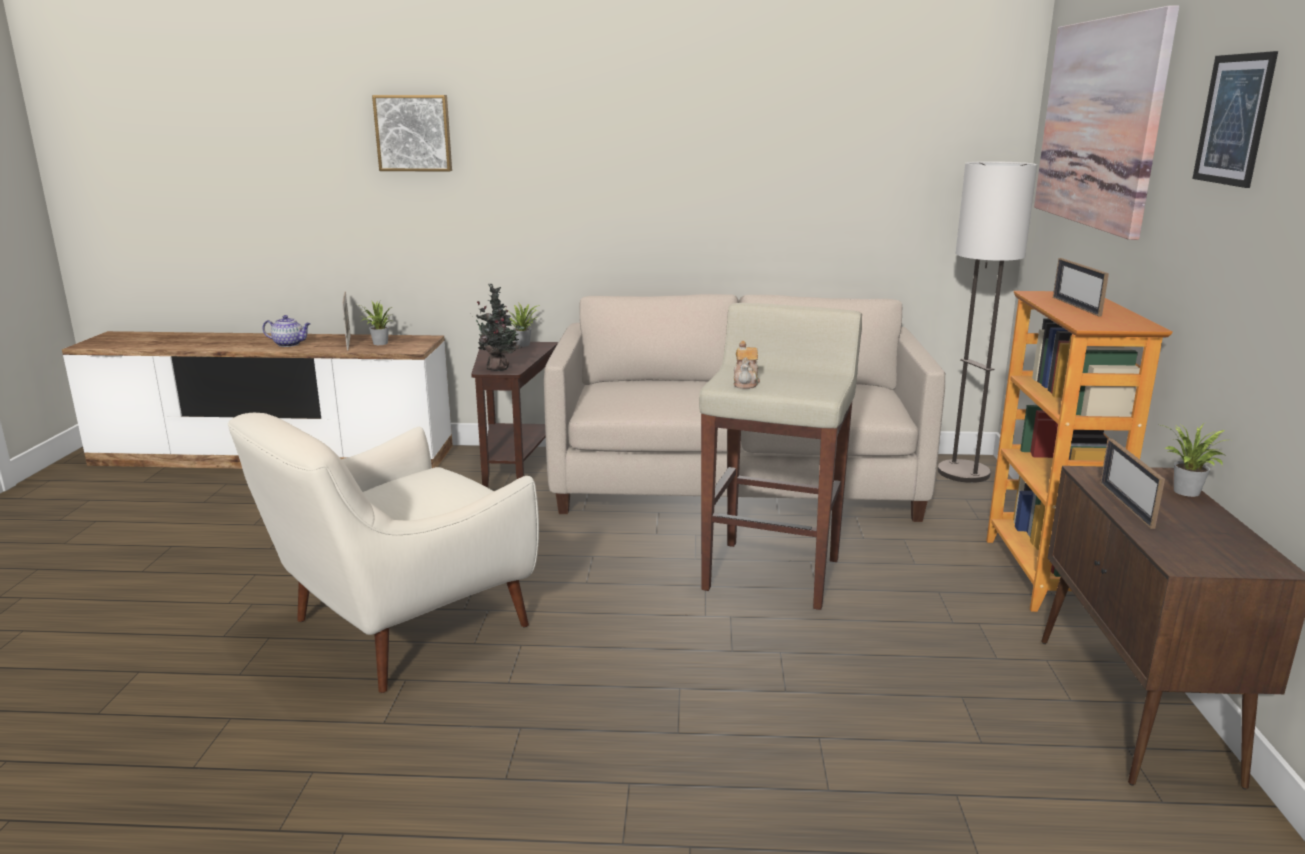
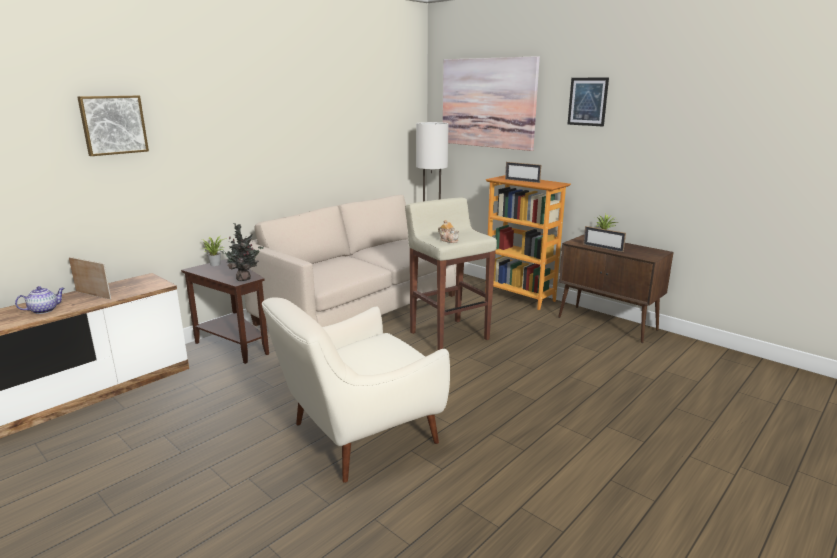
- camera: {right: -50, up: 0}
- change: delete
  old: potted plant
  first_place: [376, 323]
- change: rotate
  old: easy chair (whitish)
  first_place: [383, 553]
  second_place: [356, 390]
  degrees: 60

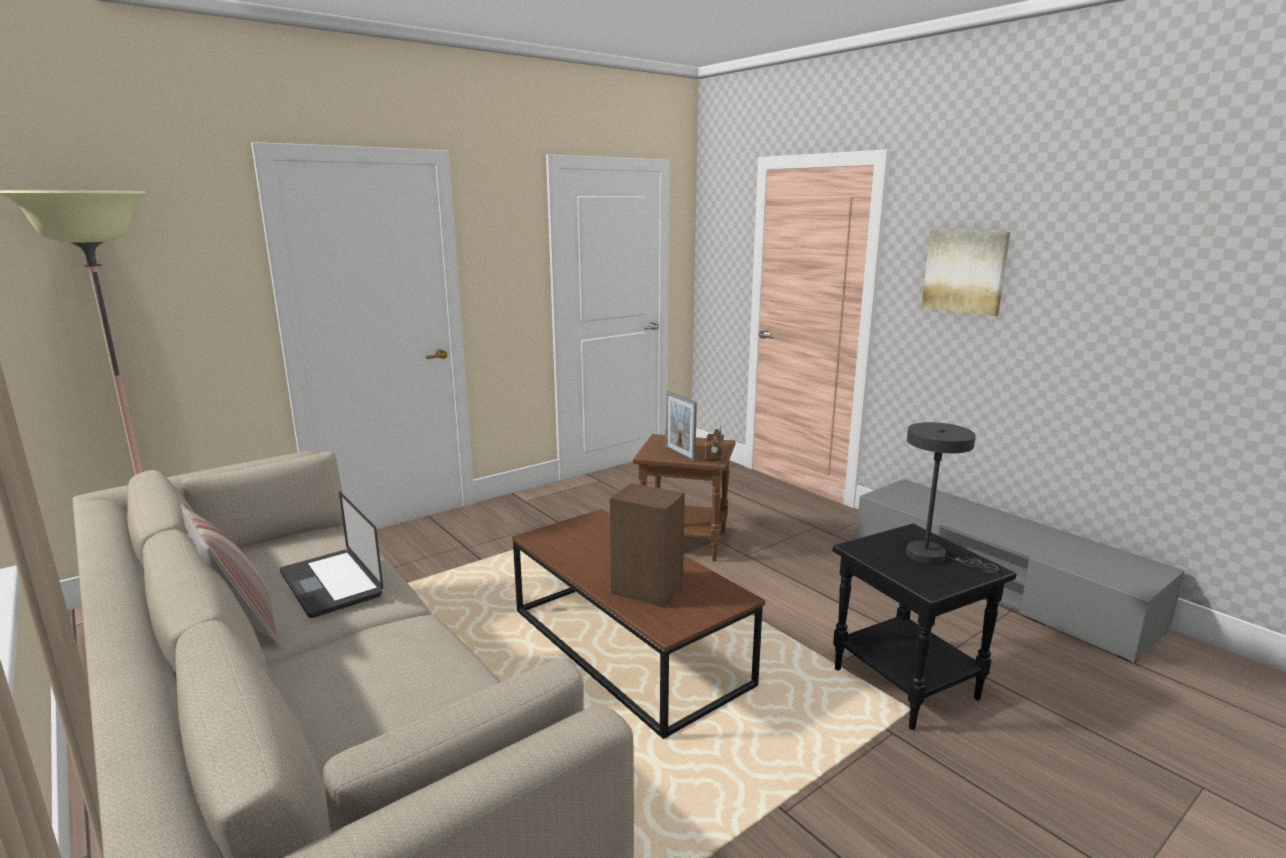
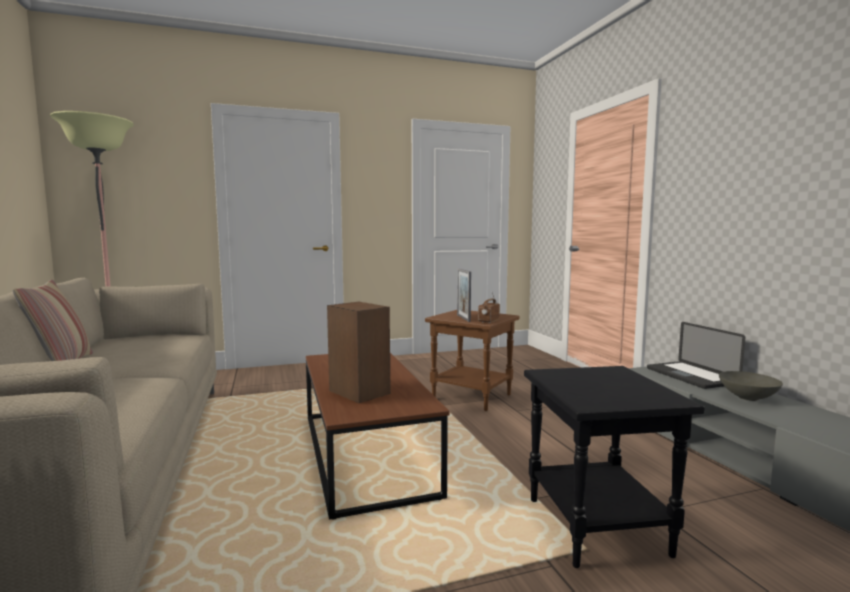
- camera: {right: 20, up: -10}
- change: delete
  old: wall picture
  first_place: [966, 273]
- change: delete
  old: lamp for a table (grey)
  first_place: [952, 497]
- change: move
  old: laptop
  first_place: [331, 554]
  second_place: [696, 355]
- change: insert
  new: bowl (grey)
  second_place: [751, 386]

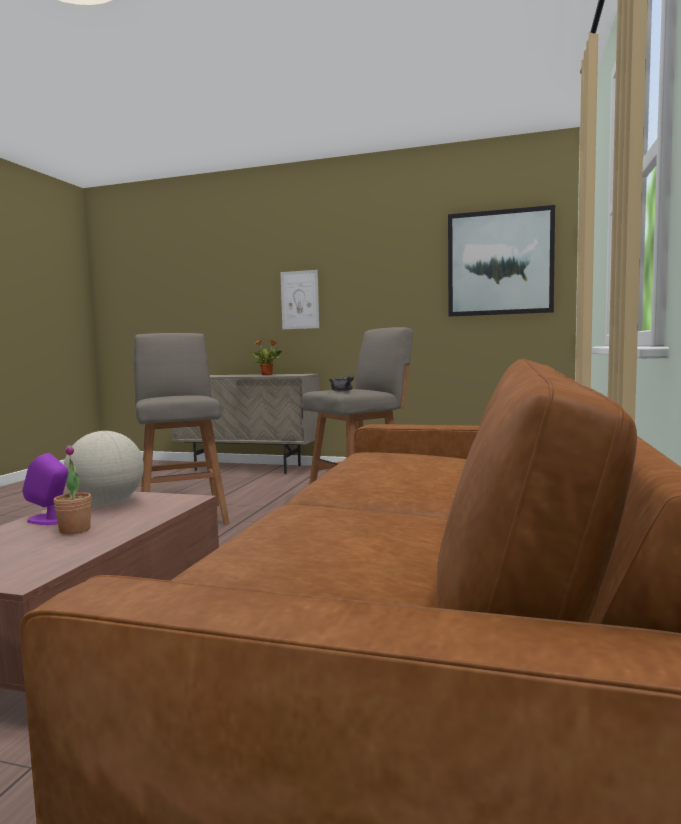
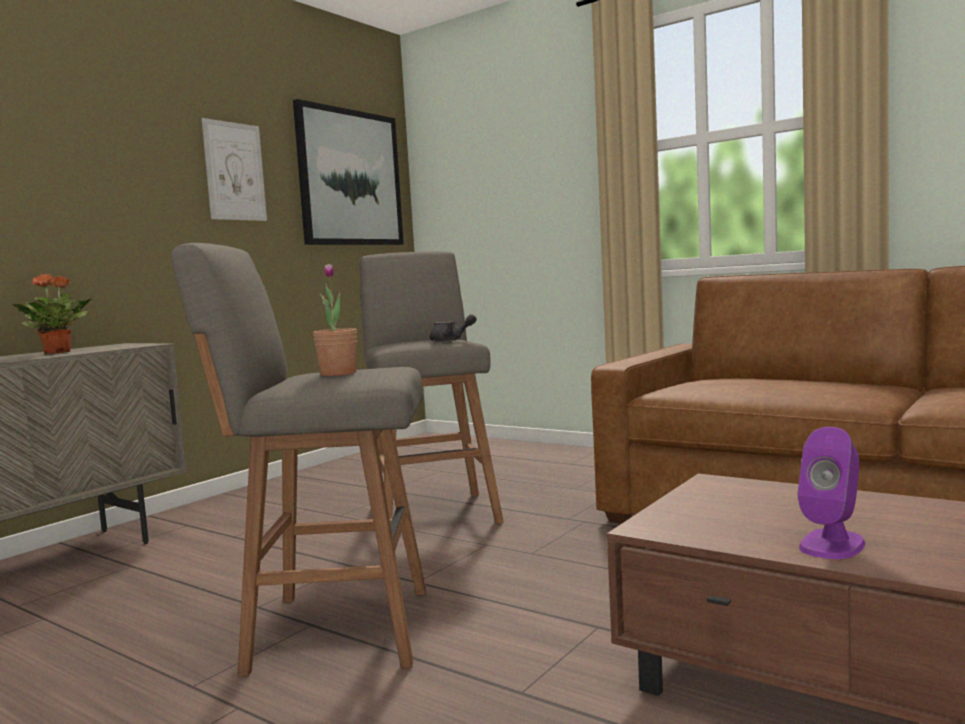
- camera: {right: -70, up: 0}
- change: move
  old: wall picture
  first_place: [299, 299]
  second_place: [234, 169]
- change: delete
  old: desk globe
  first_place: [104, 468]
- change: move
  old: potted plant
  first_place: [72, 489]
  second_place: [335, 320]

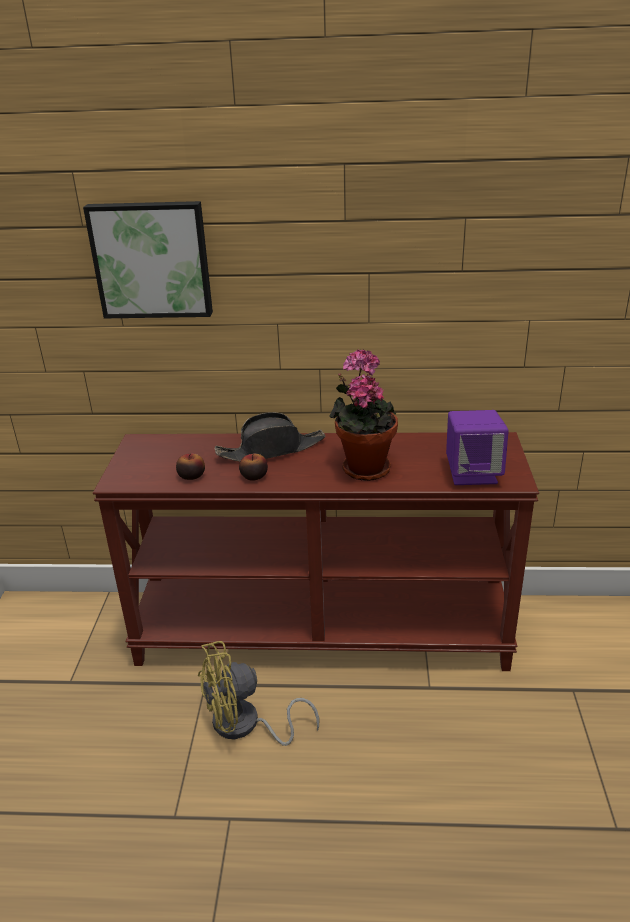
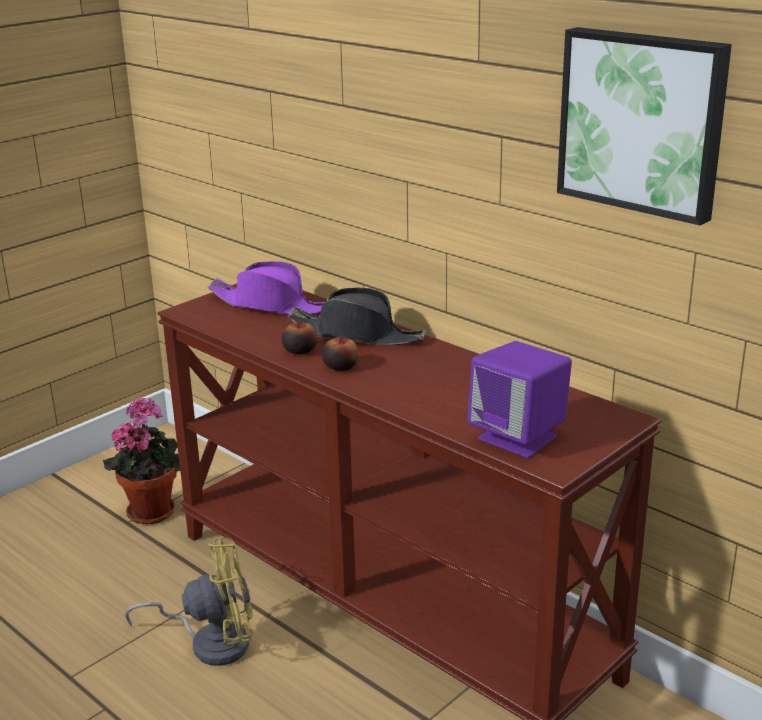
- camera: {right: 40, up: -5}
- change: move
  old: wall picture
  first_place: [148, 259]
  second_place: [644, 126]
- change: move
  old: potted plant
  first_place: [363, 415]
  second_place: [141, 460]
- change: move
  old: whole apple
  first_place: [190, 466]
  second_place: [340, 354]
- change: rotate
  old: cooling fan (yellow-coloured)
  first_place: [258, 693]
  second_place: [189, 601]
  degrees: 150
- change: insert
  new: hat (purple-coloured)
  second_place: [266, 288]

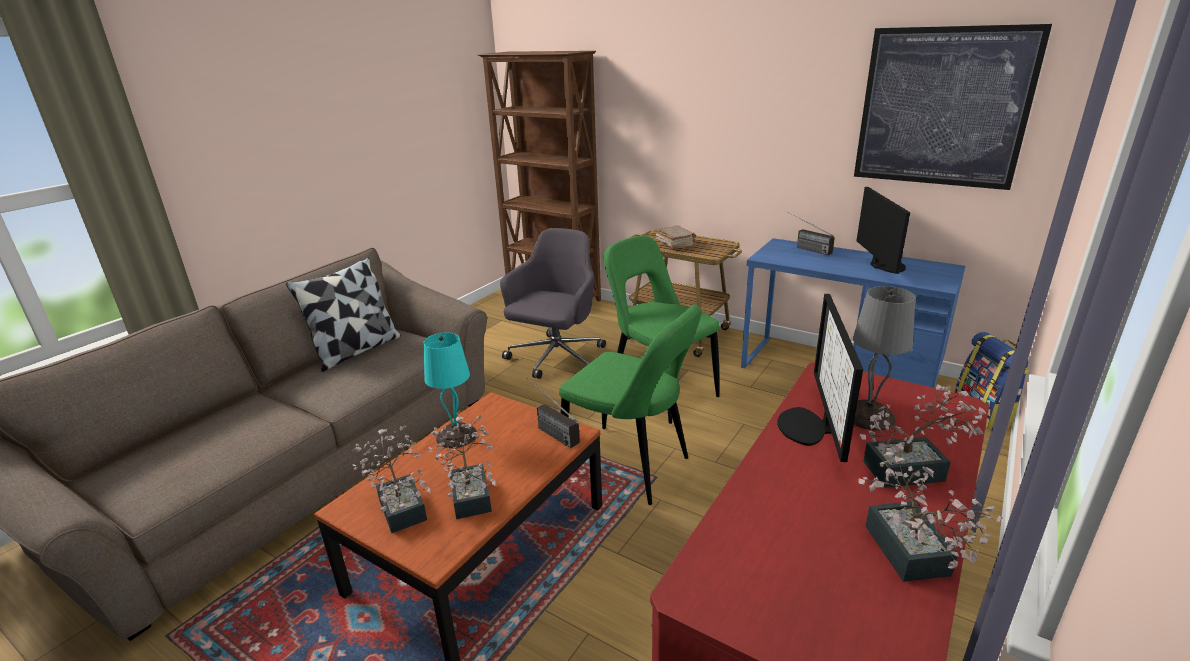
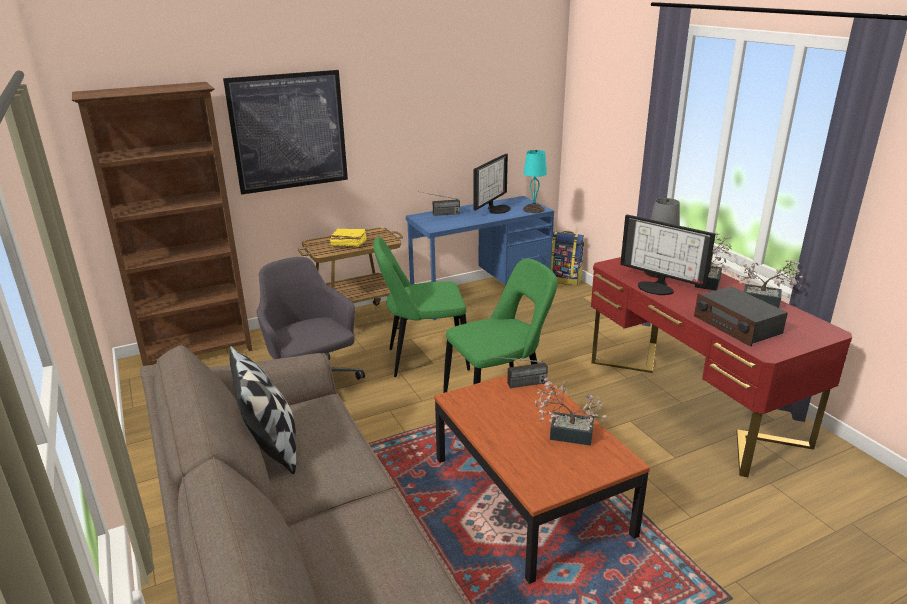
- camera: {right: -60, up: 0}
- change: move
  old: wall picture
  first_place: [953, 107]
  second_place: [285, 132]
- change: rotate
  old: computer screen
  first_place: [883, 230]
  second_place: [491, 184]
  degrees: 90
- change: recolor
  old: book (brown-coloured)
  new: book (yellow-coloured)
  first_place: [676, 237]
  second_place: [348, 237]
- change: move
  old: lamp for a table (turquoise)
  first_place: [450, 390]
  second_place: [535, 181]
- change: delete
  old: potted plant
  first_place: [392, 479]
- change: insert
  new: radio set
  second_place: [741, 316]

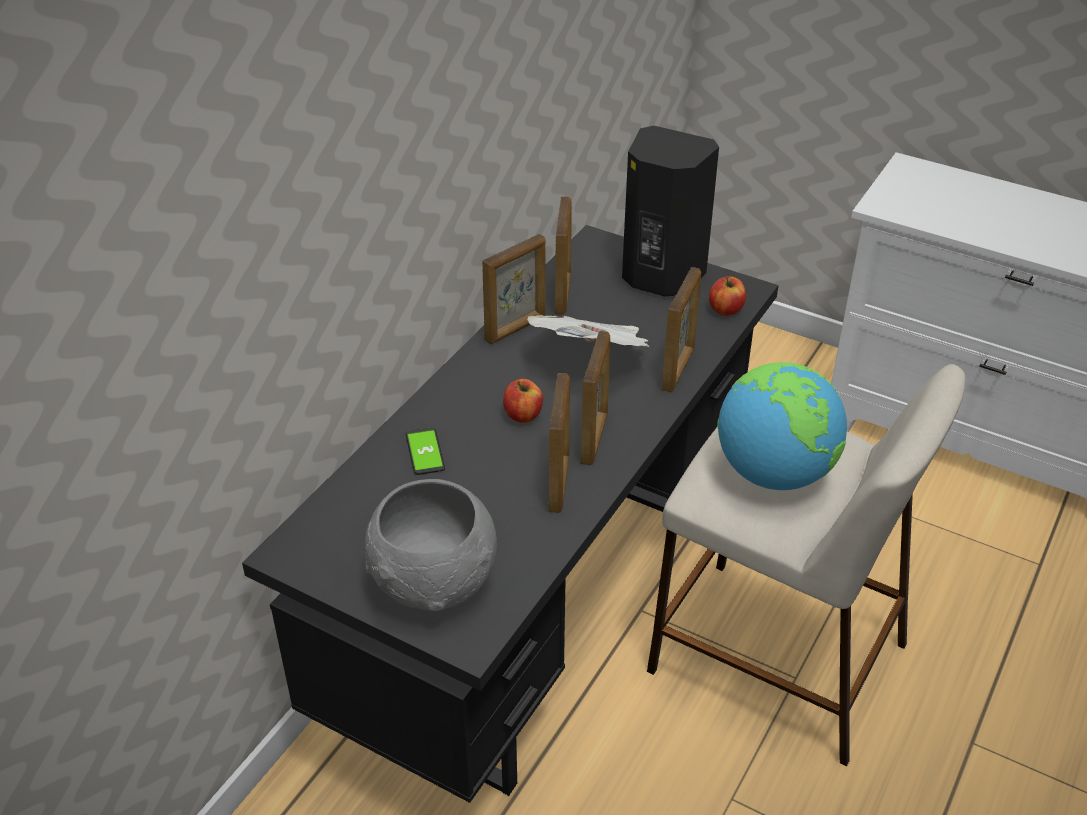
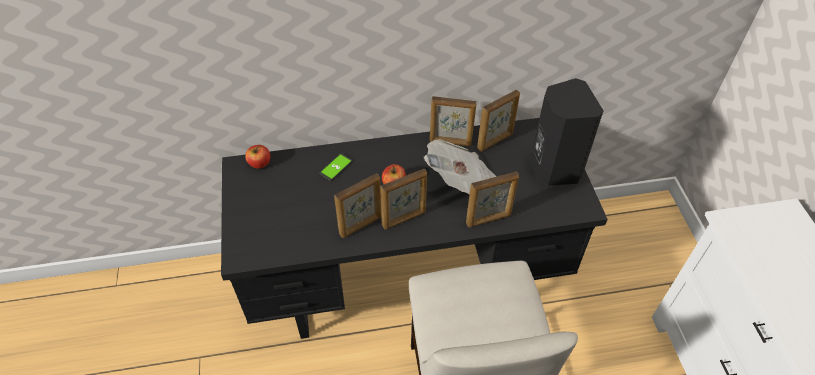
- camera: {right: 50, up: 10}
- change: move
  old: whole apple
  first_place: [727, 296]
  second_place: [257, 157]
- change: delete
  old: desk globe
  first_place: [782, 426]
- change: delete
  old: bowl (grey)
  first_place: [431, 545]

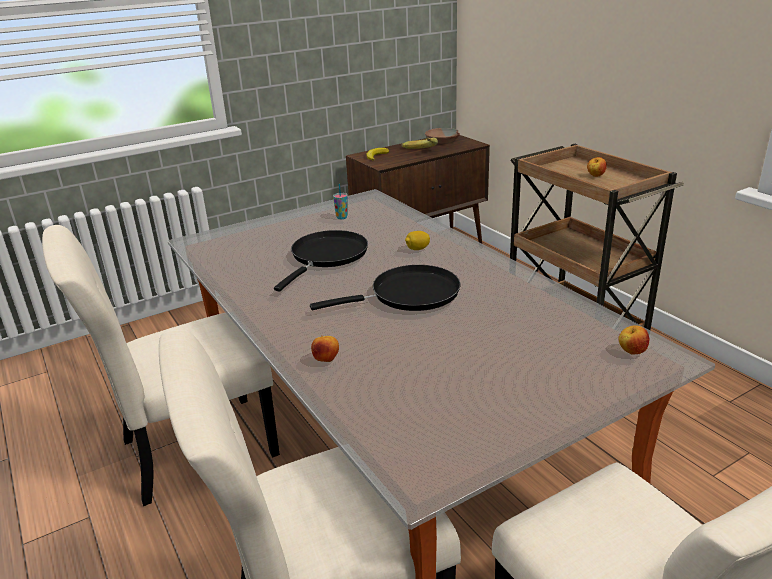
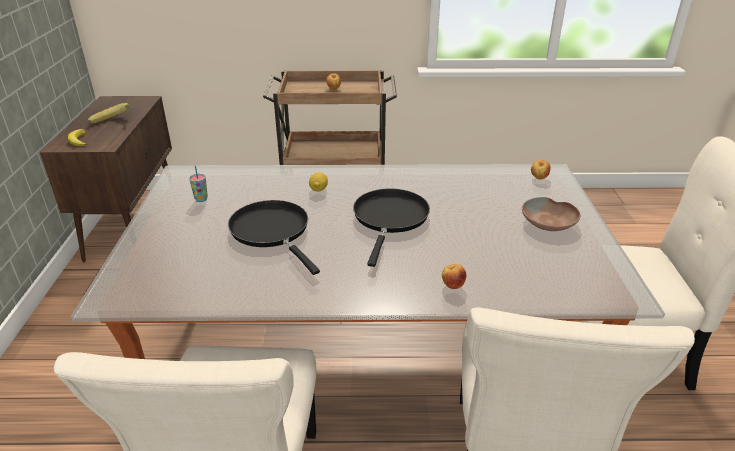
- camera: {right: -60, up: 5}
- change: move
  old: bowl (brown-coloured)
  first_place: [442, 135]
  second_place: [551, 214]

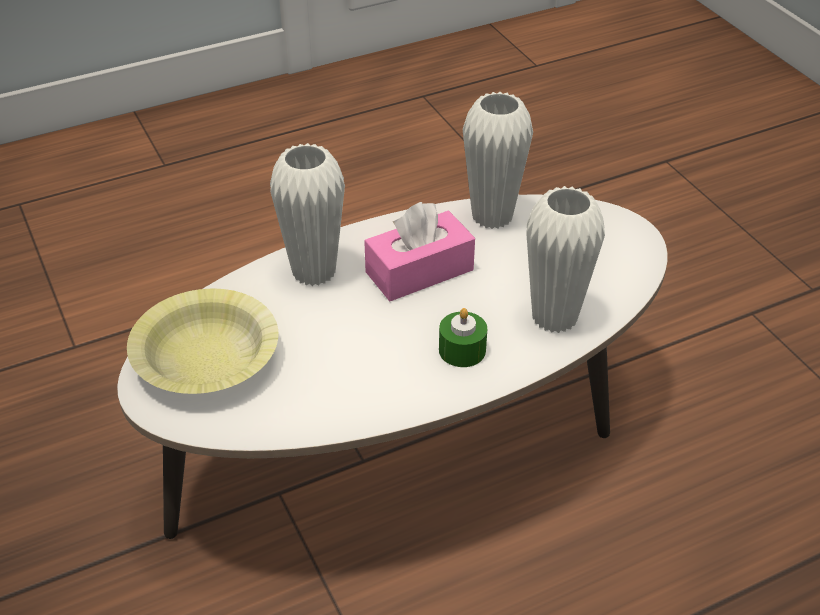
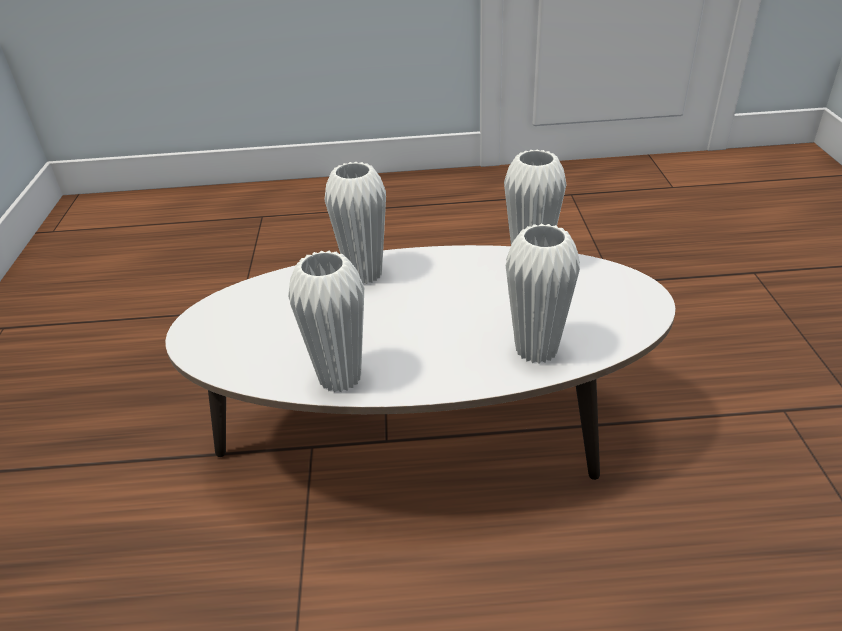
- camera: {right: 25, up: -5}
- change: delete
  old: tissue box (pinkish)
  first_place: [419, 251]
- change: delete
  old: bowl (yellow-coloured)
  first_place: [203, 341]
- change: delete
  old: candle (green-coloured)
  first_place: [463, 337]
- change: insert
  new: vase (whitish)
  second_place: [326, 321]

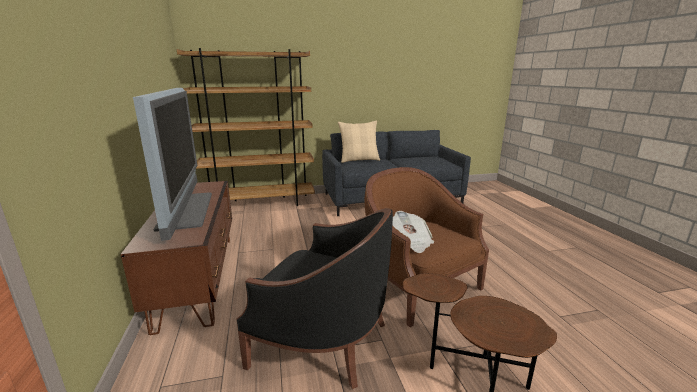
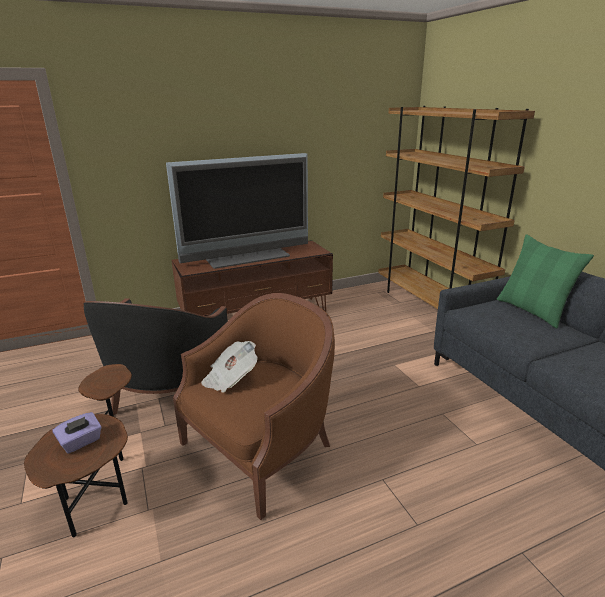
- camera: {right: 80, up: 5}
- change: recolor
  old: throw pillow (beige)
  new: throw pillow (green-coloured)
  first_place: [359, 142]
  second_place: [545, 281]
- change: insert
  new: tissue box (purple-coloured)
  second_place: [77, 433]

